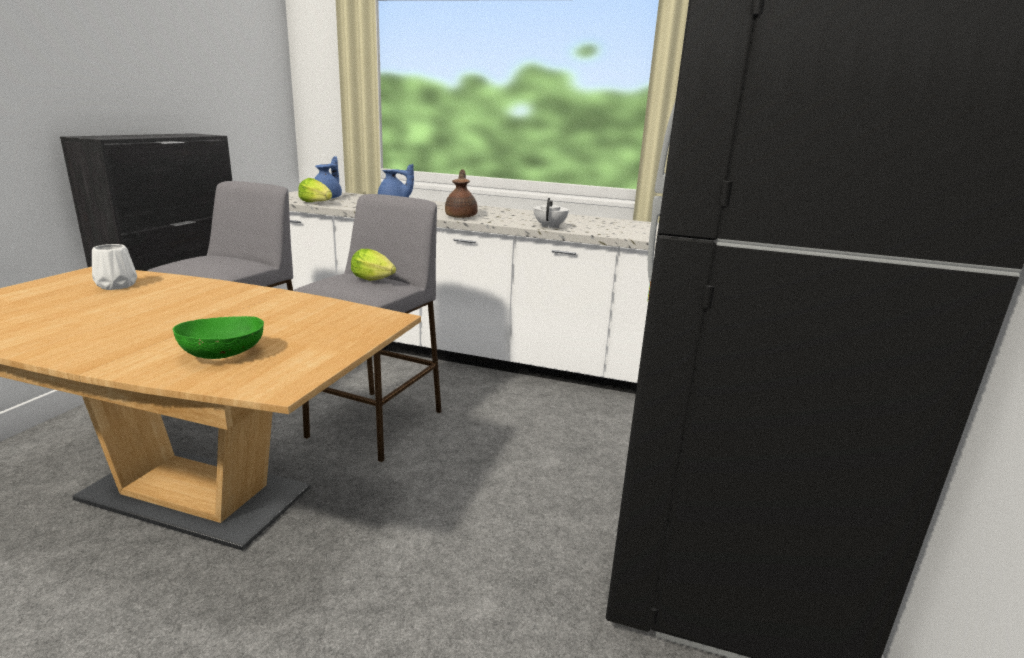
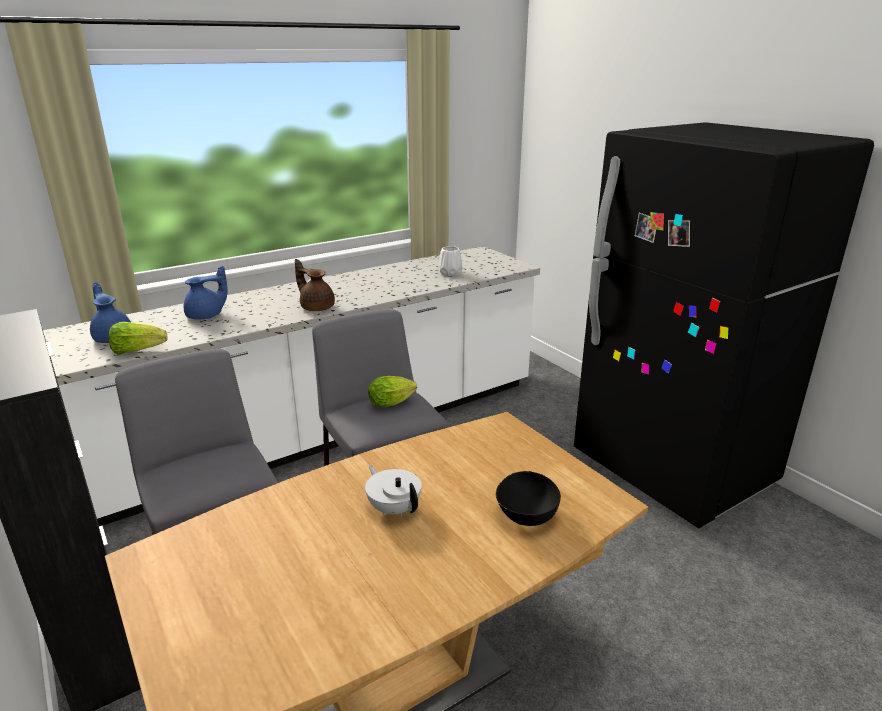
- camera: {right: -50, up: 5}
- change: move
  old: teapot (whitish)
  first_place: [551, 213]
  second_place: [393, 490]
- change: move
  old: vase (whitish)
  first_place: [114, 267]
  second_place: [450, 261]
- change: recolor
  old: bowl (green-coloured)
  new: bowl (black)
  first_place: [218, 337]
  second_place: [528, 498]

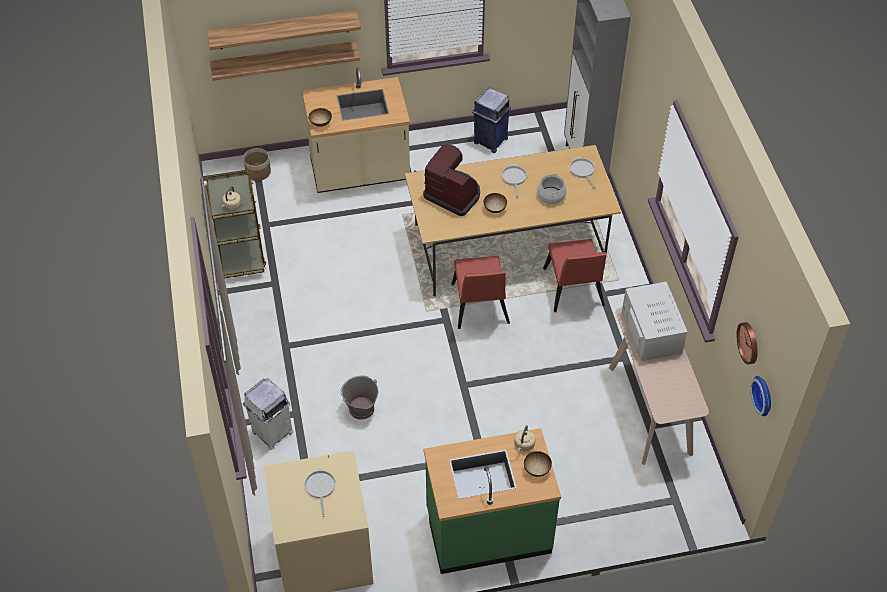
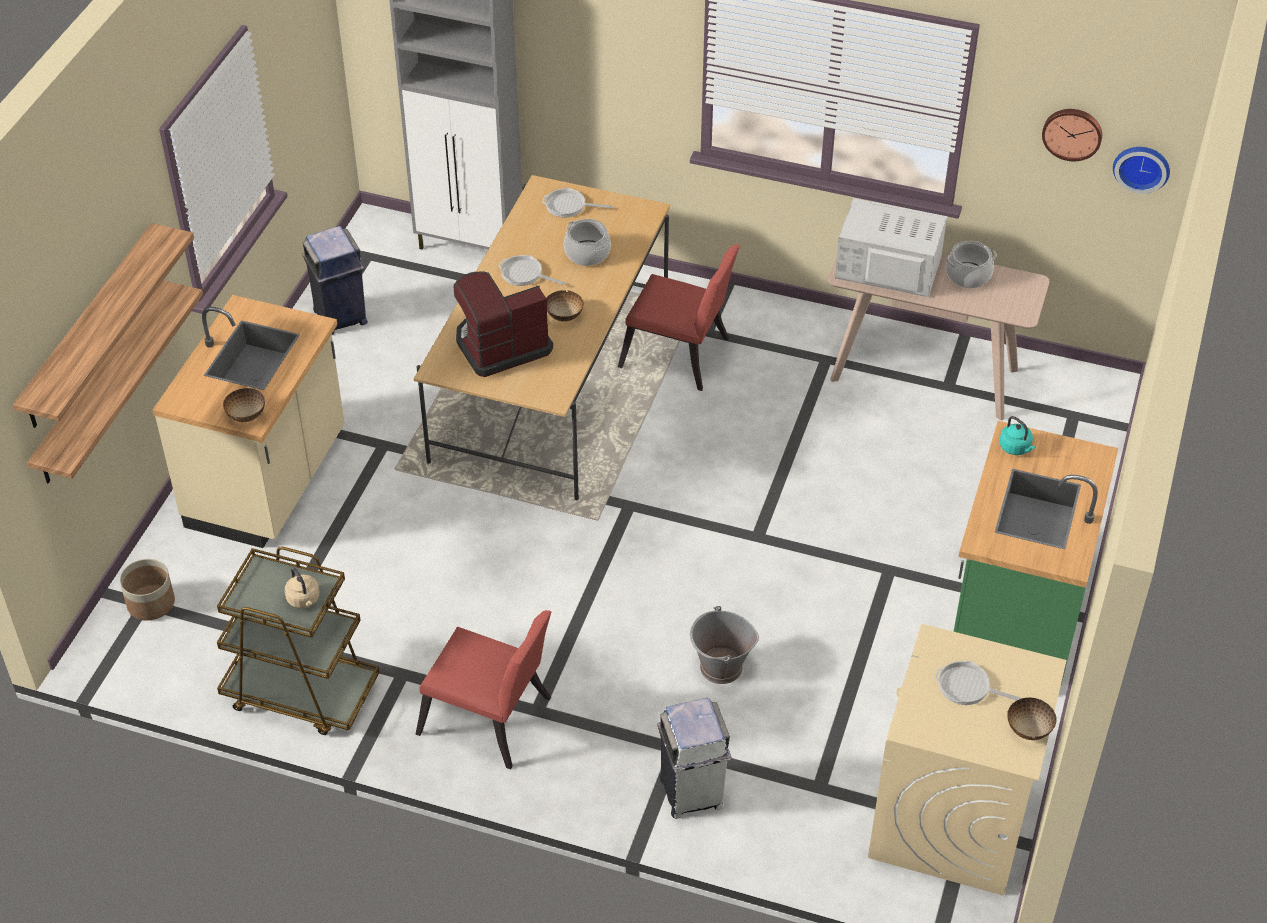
- camera: {right: -60, up: -5}
- change: move
  old: upright chair (red)
  first_place: [480, 292]
  second_place: [484, 690]
- change: recolor
  old: kettle (beige)
  new: kettle (turquoise)
  first_place: [525, 438]
  second_place: [1017, 435]
- change: move
  old: bowl
  first_place: [538, 464]
  second_place: [1032, 718]
- change: insert
  new: stockpot
  second_place: [971, 264]

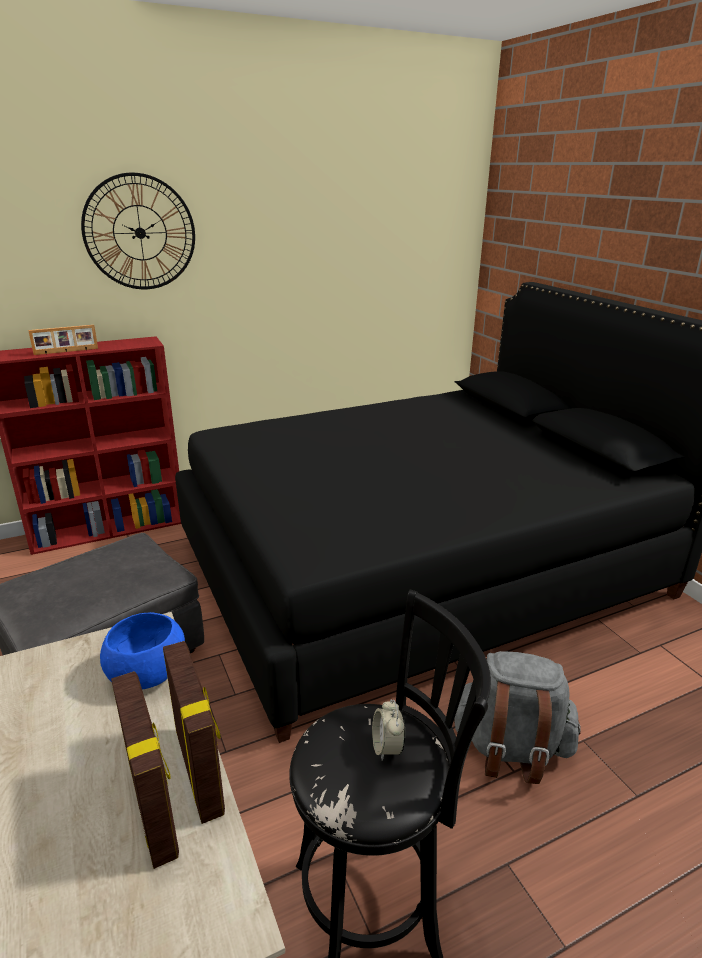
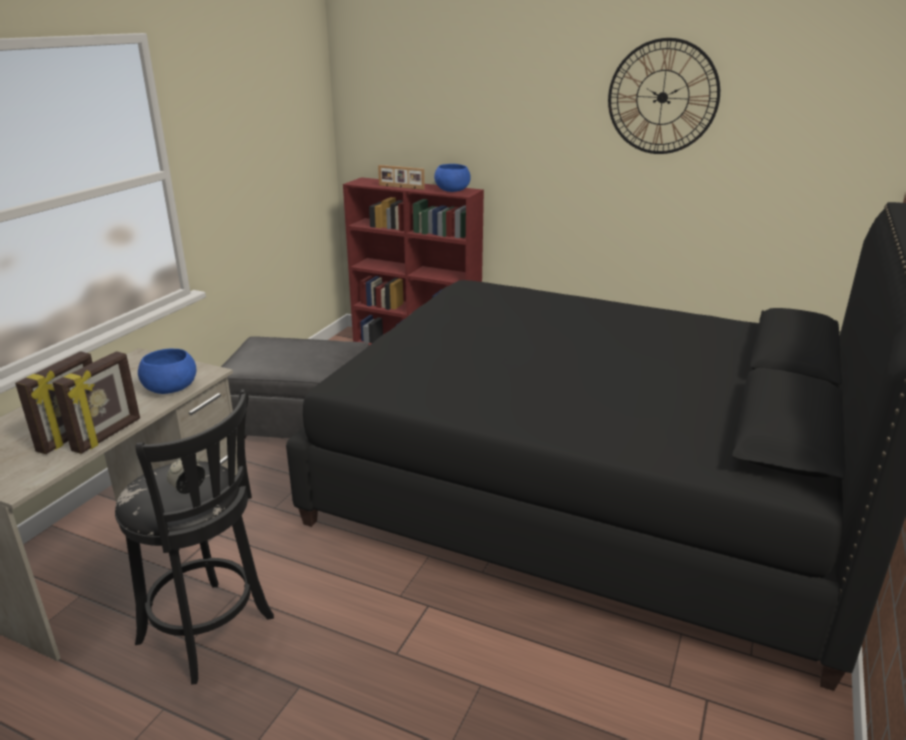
- camera: {right: 50, up: 0}
- change: move
  old: clock on the wall
  first_place: [138, 230]
  second_place: [664, 96]
- change: delete
  old: rucksack (grey)
  first_place: [517, 717]
- change: insert
  new: bowl (bluish)
  second_place: [452, 178]

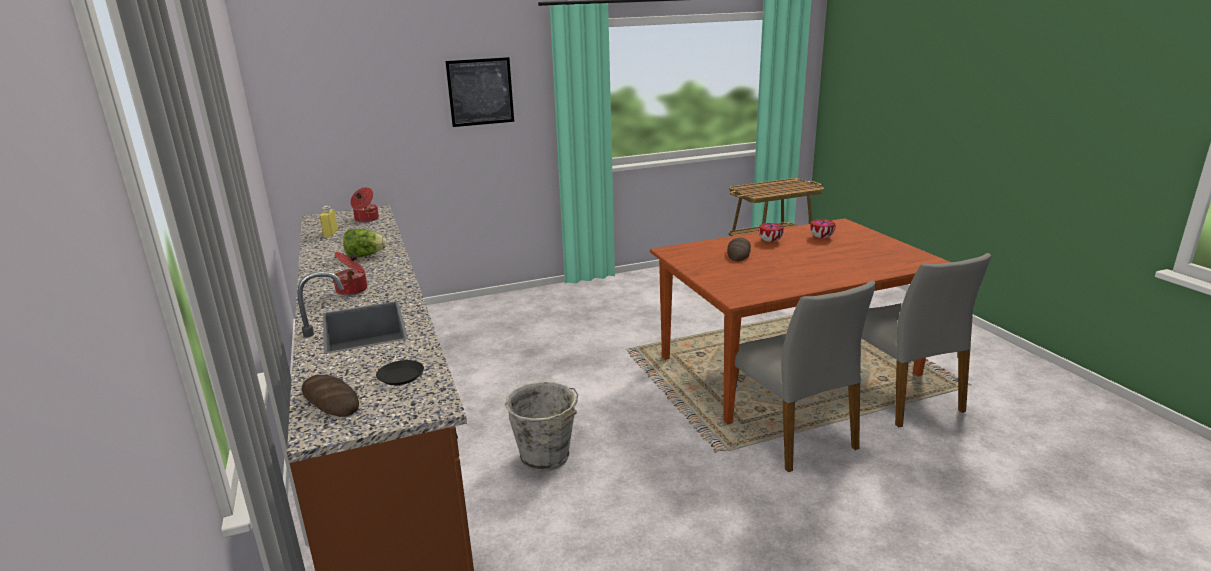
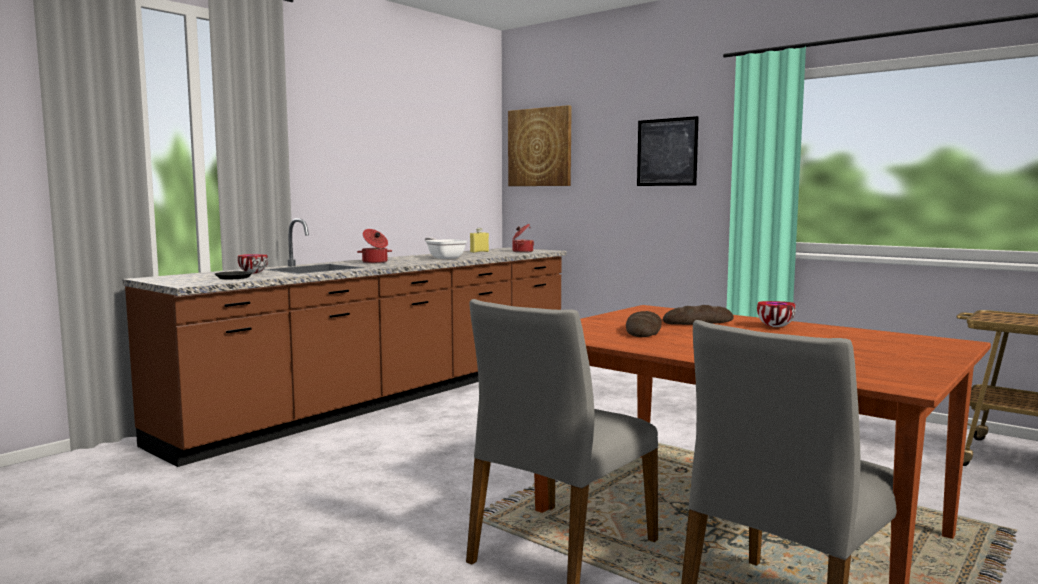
- camera: {right: 60, up: -15}
- change: move
  old: bowl
  first_place: [822, 228]
  second_place: [253, 263]
- change: replace
  old: lettuce head
  new: pan
  first_place: [365, 243]
  second_place: [446, 248]
- change: move
  old: baked bread
  first_place: [330, 396]
  second_place: [644, 324]
- change: delete
  old: bucket (grey)
  first_place: [541, 427]
- change: insert
  new: wall picture
  second_place: [540, 145]

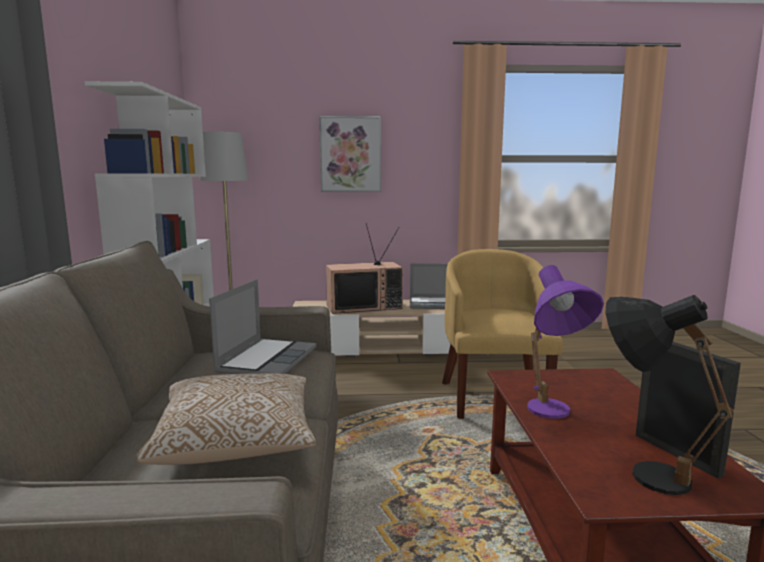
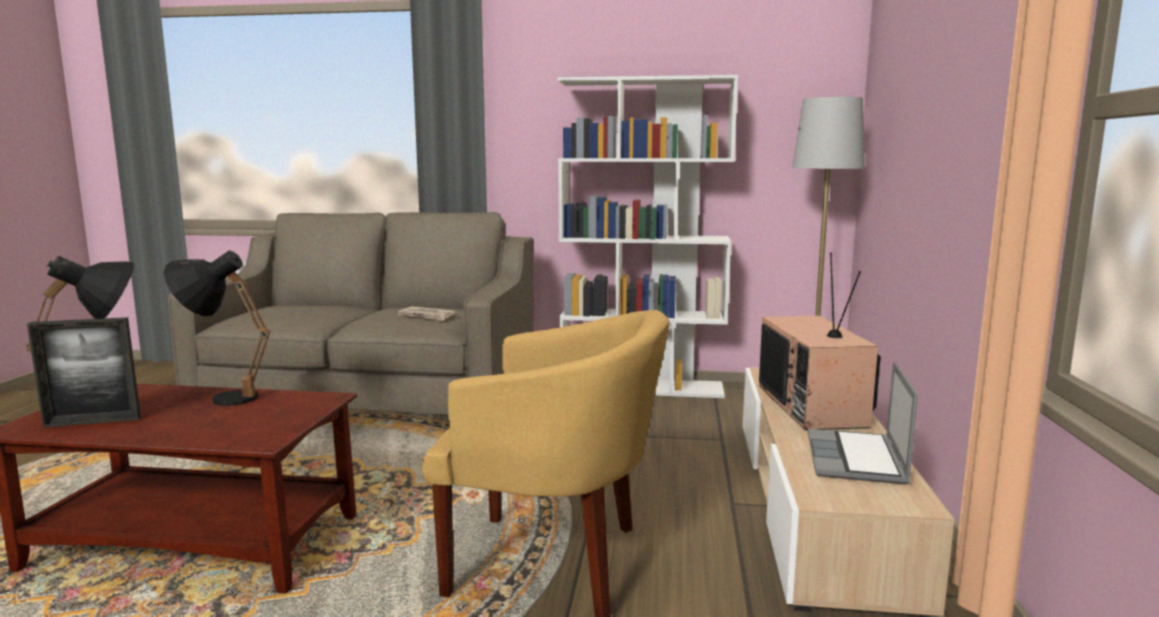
- camera: {right: 100, up: 0}
- change: delete
  old: wall picture
  first_place: [350, 154]
- change: recolor
  old: lamp for a table (purple-coloured)
  new: lamp for a table (black)
  first_place: [565, 342]
  second_place: [217, 328]
- change: replace
  old: laptop
  new: newspaper
  first_place: [262, 326]
  second_place: [427, 313]
- change: delete
  old: throw pillow
  first_place: [226, 419]

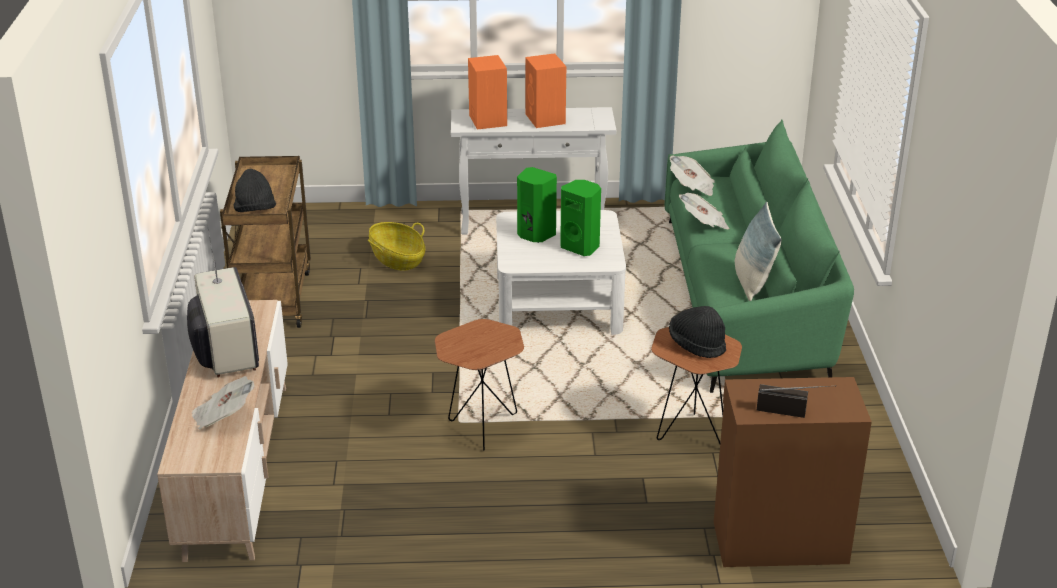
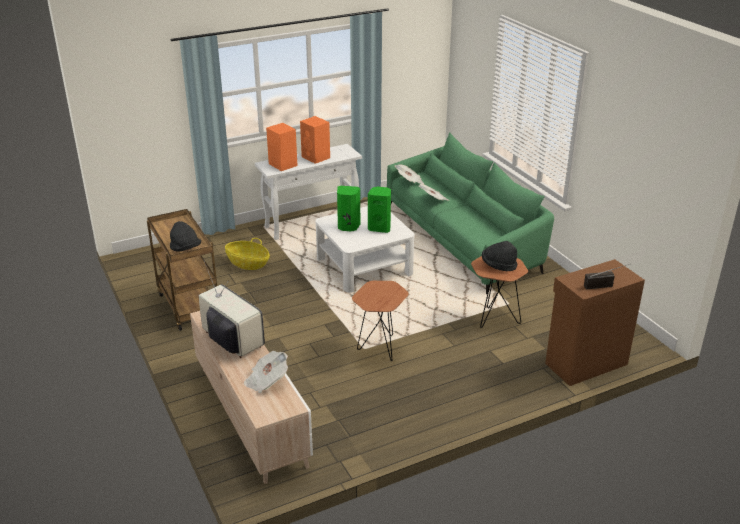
- camera: {right: -25, up: 0}
- change: delete
  old: throw pillow
  first_place: [758, 251]

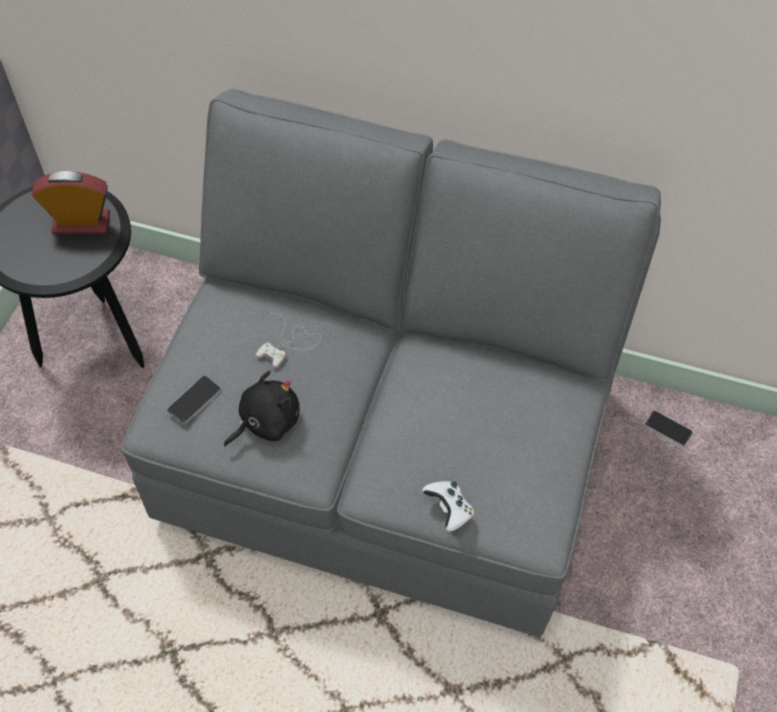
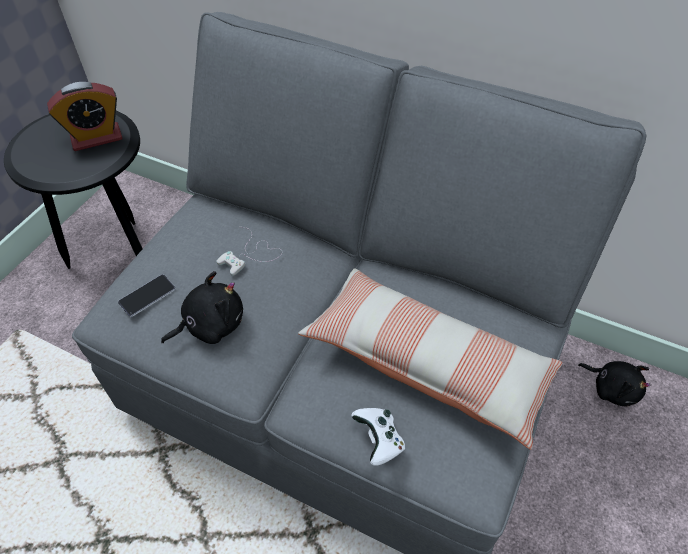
- camera: {right: 10, up: -5}
- change: rotate
  old: table clock
  first_place: [71, 202]
  second_place: [85, 116]
  degrees: 150
- change: replace
  old: handset
  new: plush toy (black)
  first_place: [669, 429]
  second_place: [614, 384]
- change: insert
  new: throw pillow
  second_place: [430, 359]

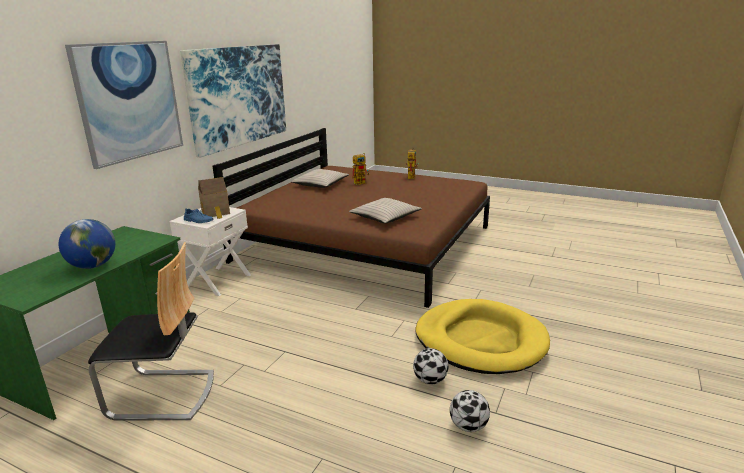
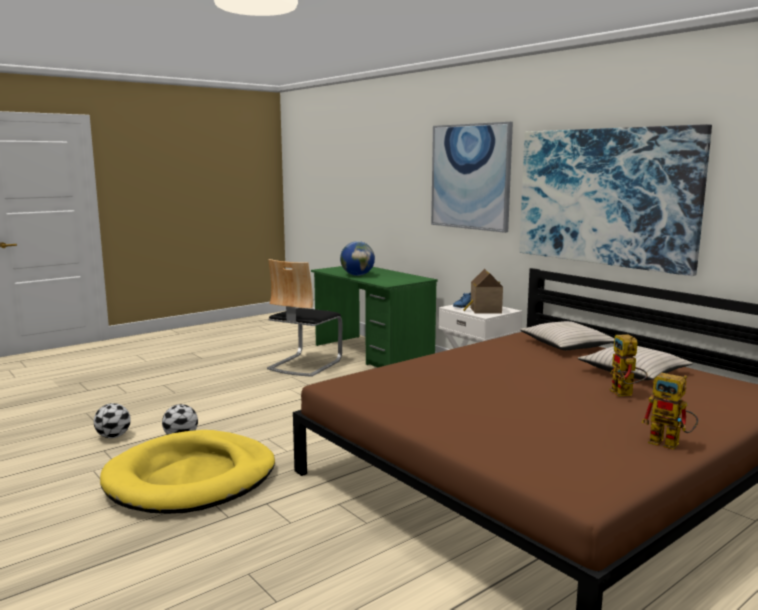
- camera: {right: 115, up: -10}
- change: move
  old: throw pillow (beige)
  first_place: [385, 210]
  second_place: [567, 335]

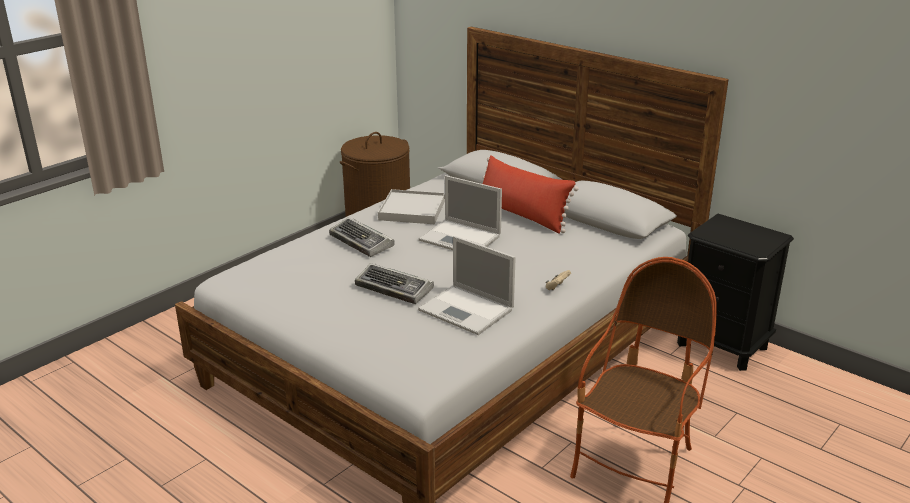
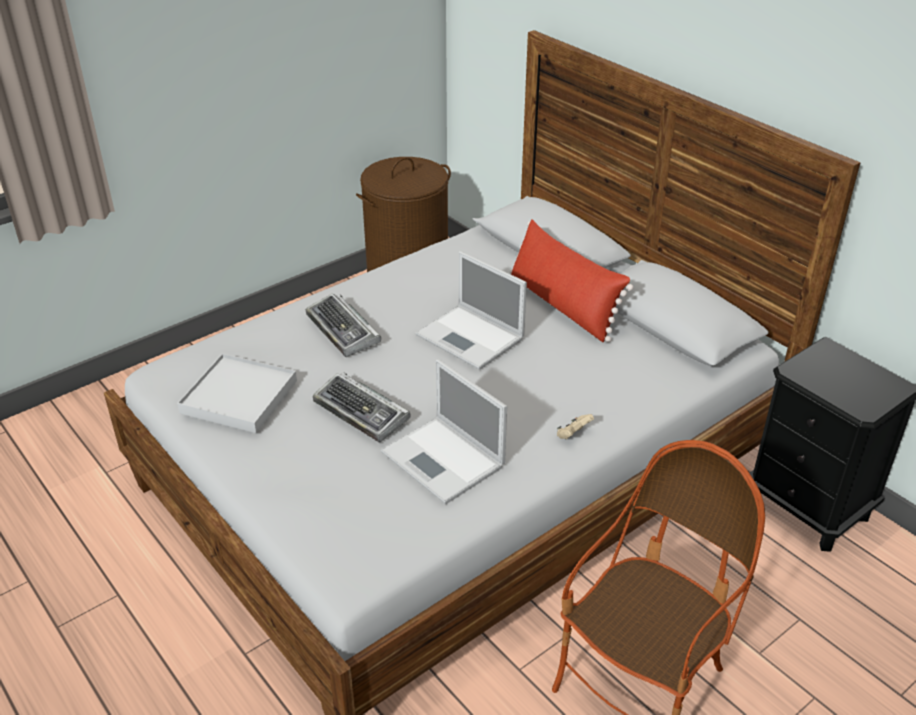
- camera: {right: 10, up: 10}
- change: move
  old: serving tray (whitish)
  first_place: [411, 206]
  second_place: [237, 393]

